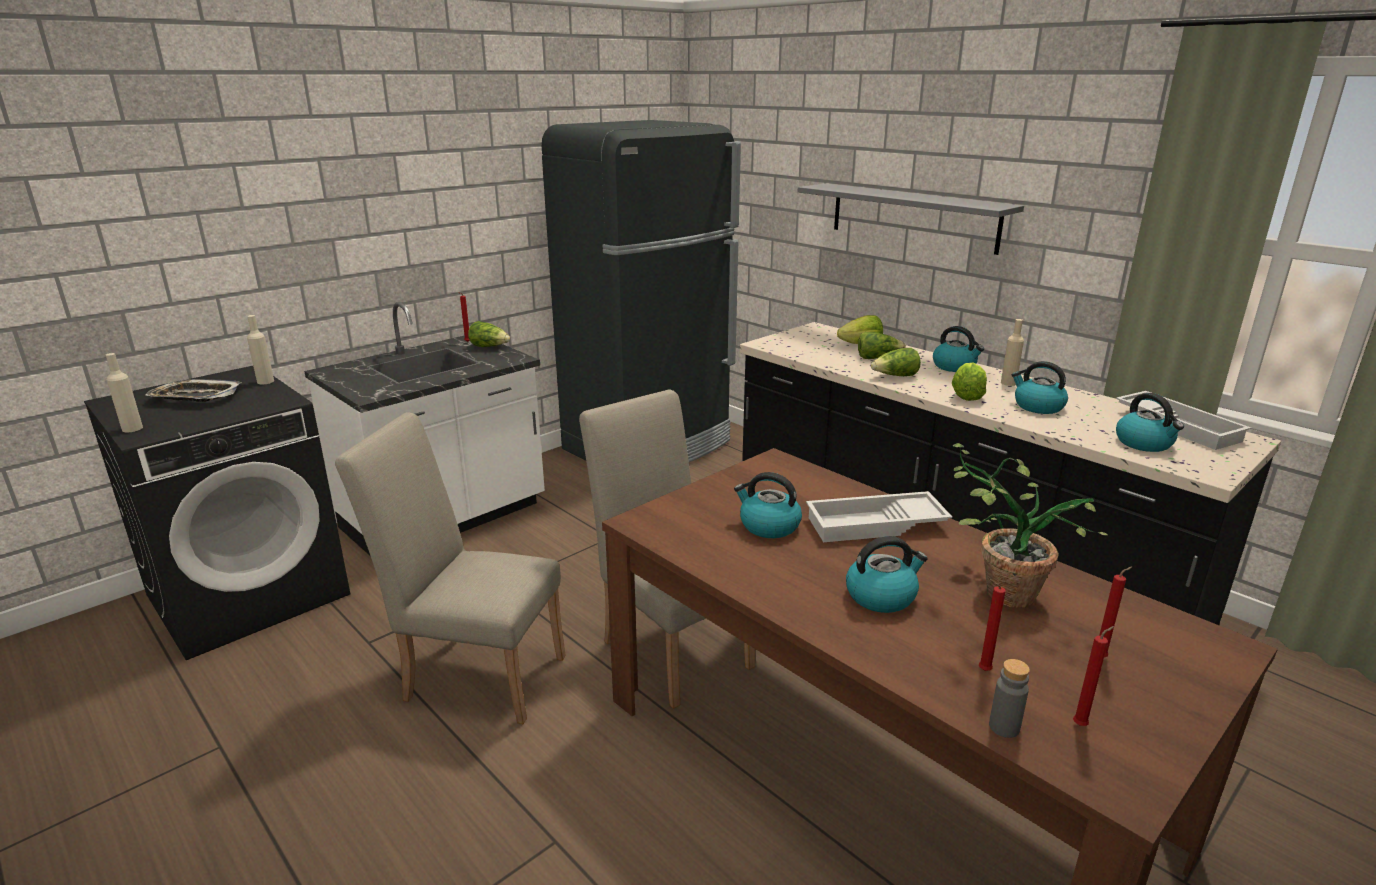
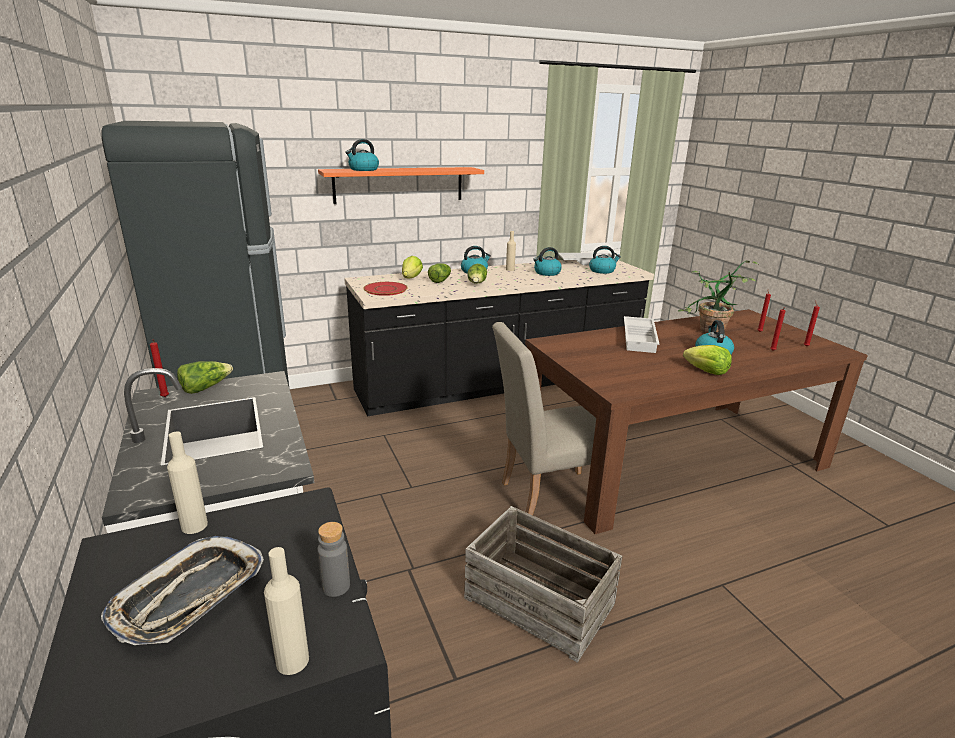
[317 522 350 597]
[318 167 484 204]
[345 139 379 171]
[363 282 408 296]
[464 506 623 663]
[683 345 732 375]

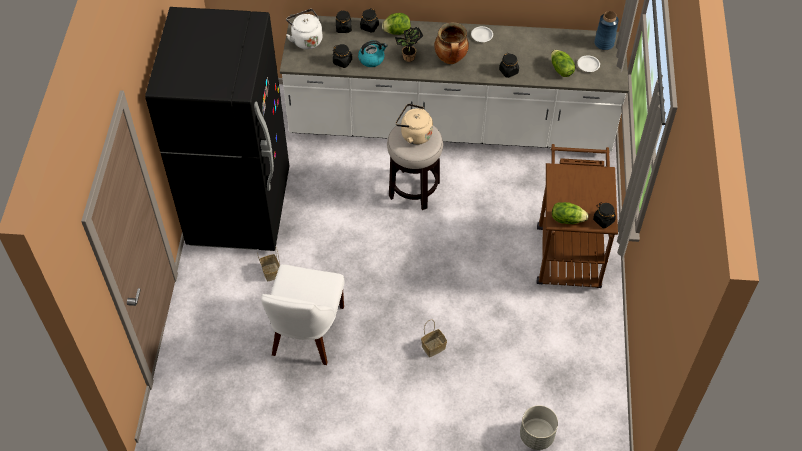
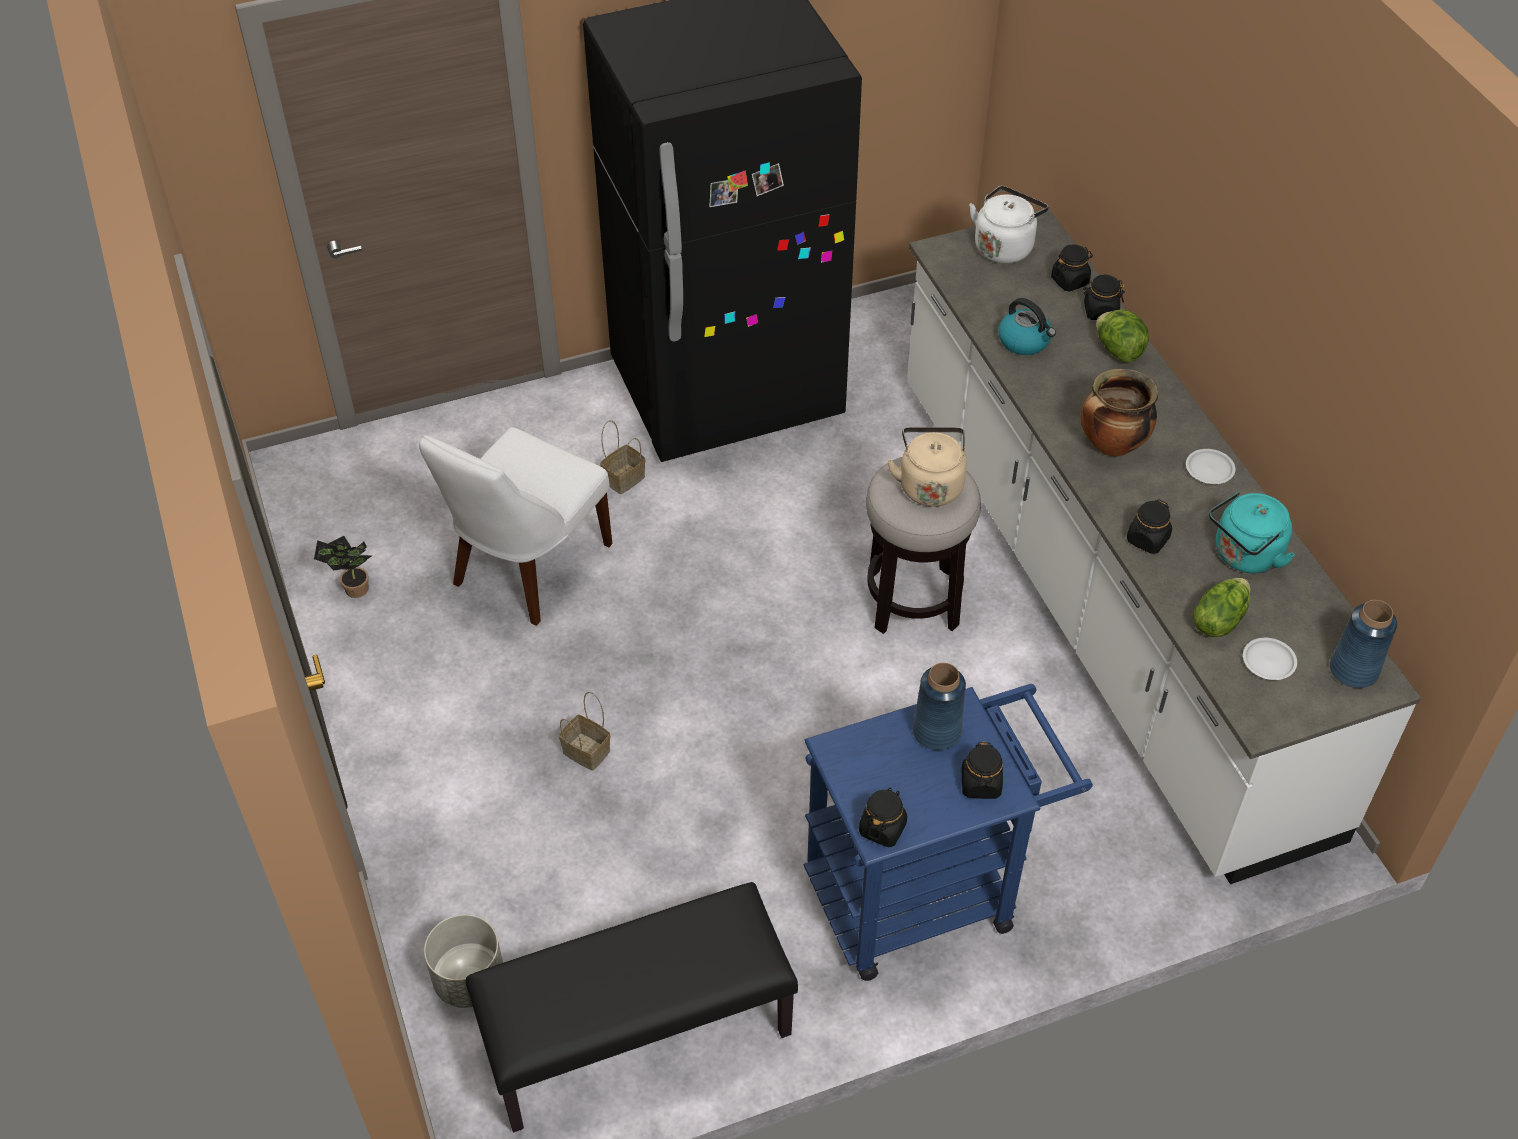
[314 536 373 598]
[419 427 612 626]
[466 882 798 1132]
[804 684 1093 981]
[913 663 966 750]
[962 742 1003 799]
[1209 492 1295 573]
[552 202 589 224] (first image)

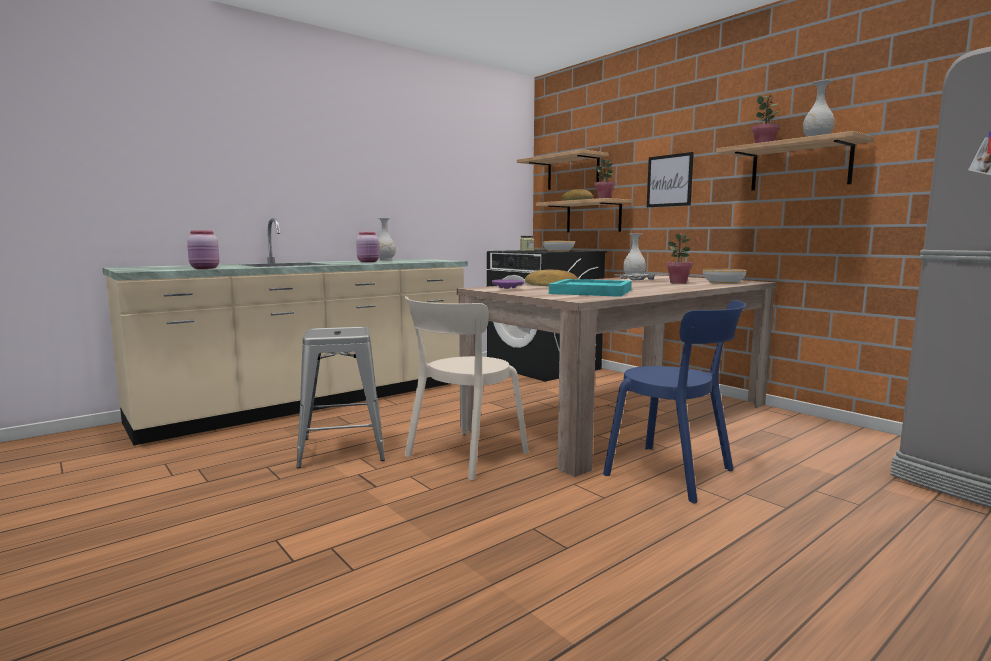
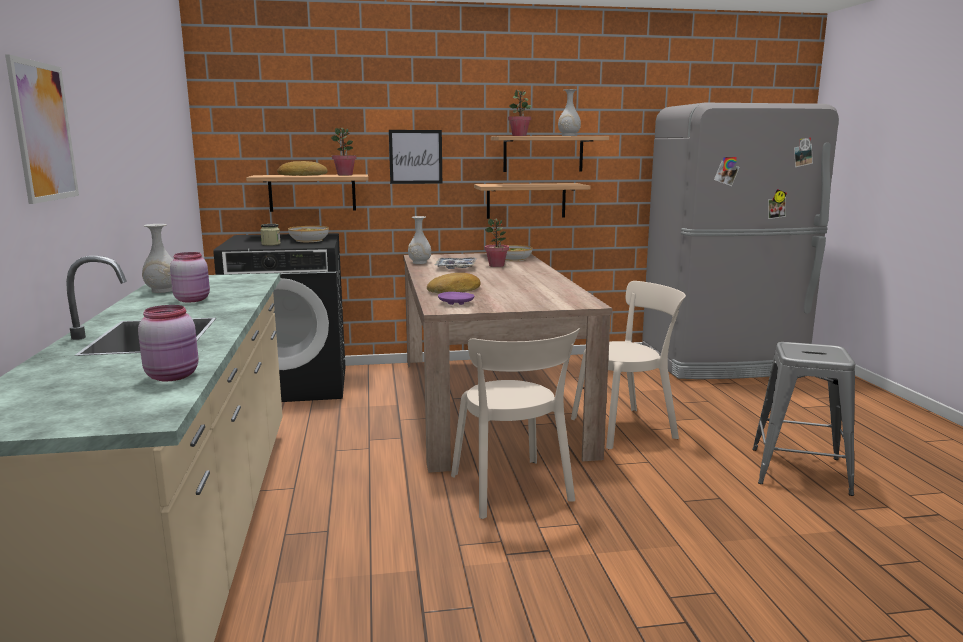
[5 54 79 204]
[474 183 591 219]
[571 281 686 449]
[752 342 855 496]
[549 279 632 297] (first image)

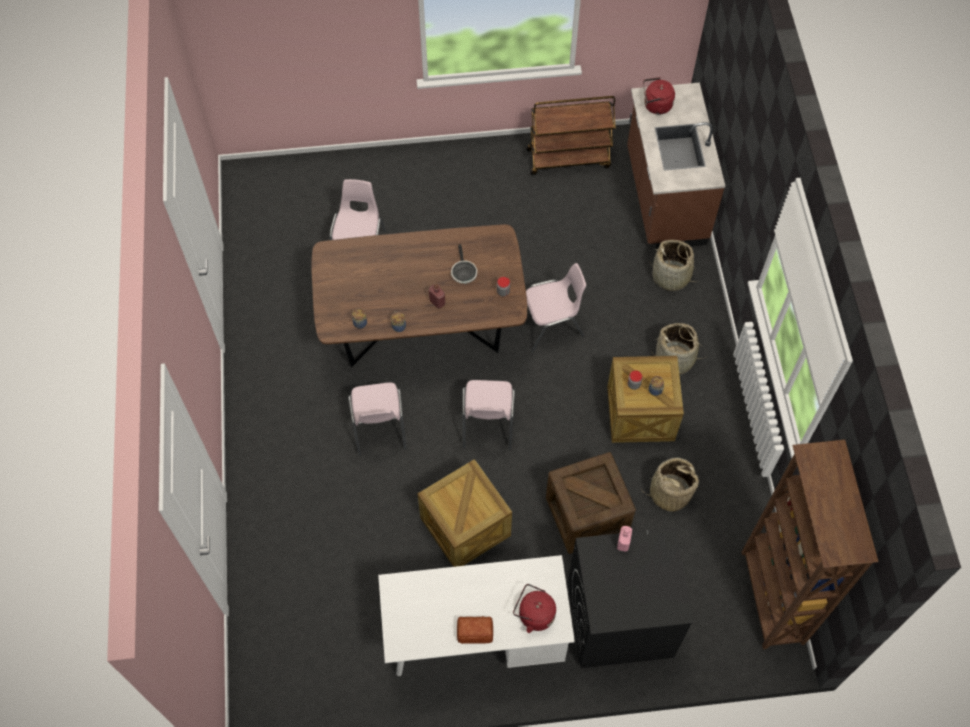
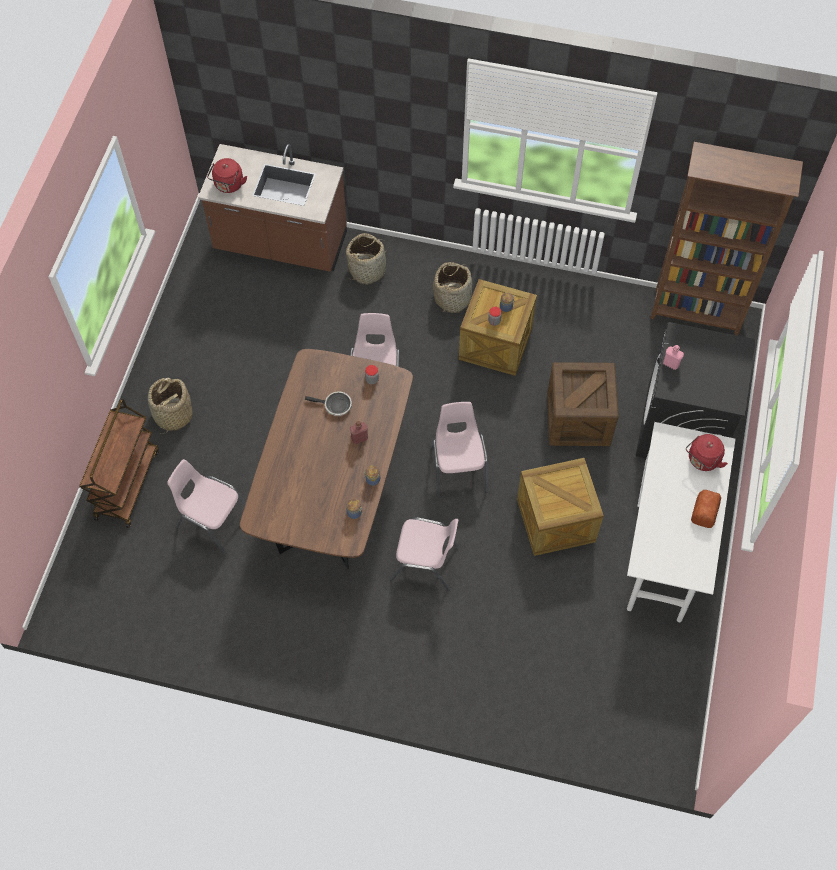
[79 399 159 528]
[148 378 193 434]
[431 402 488 498]

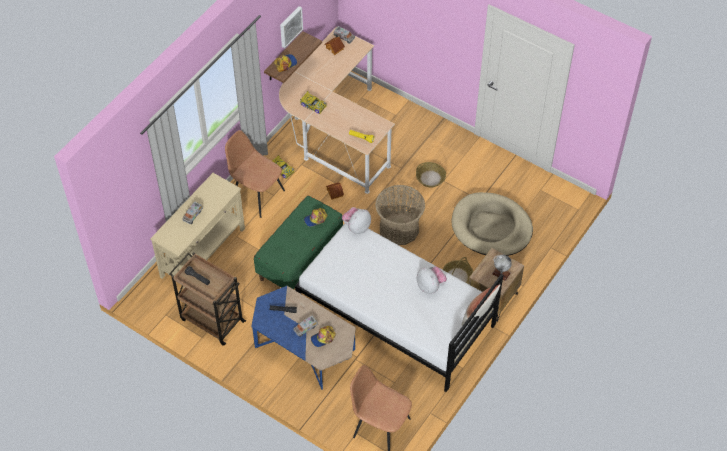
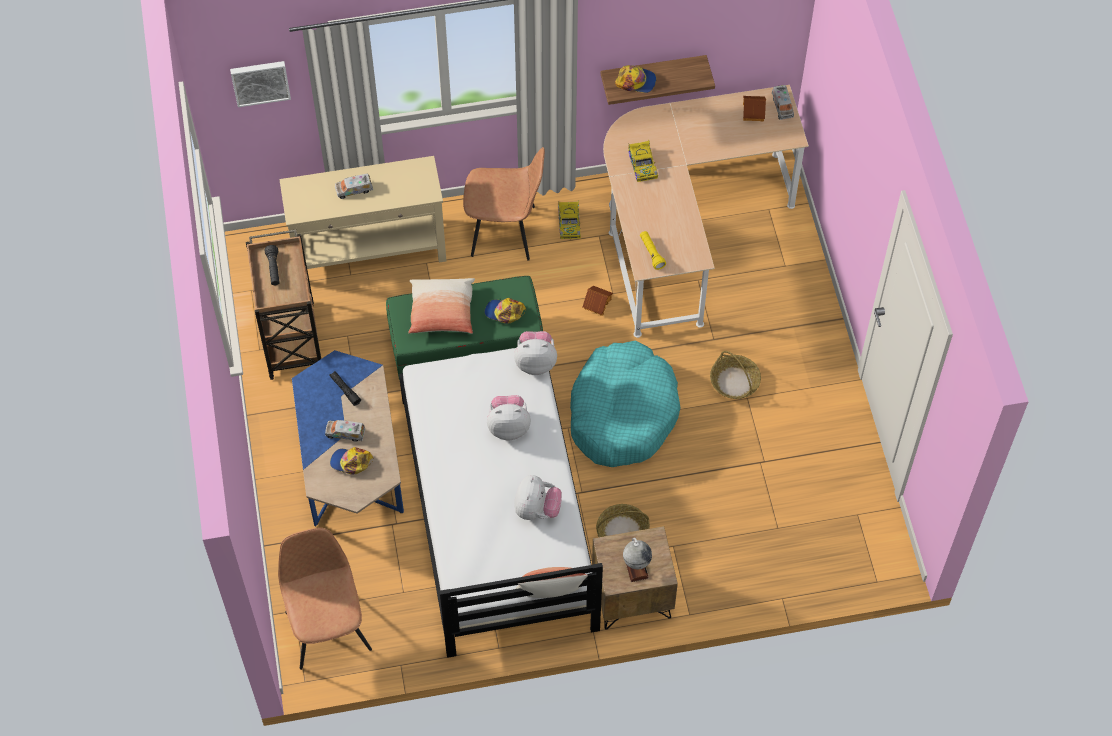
[230 61 291 107]
[408 278 475 334]
[463 147 545 260]
[487 395 531 440]
[570 341 681 467]
[452 192 533 256] (first image)

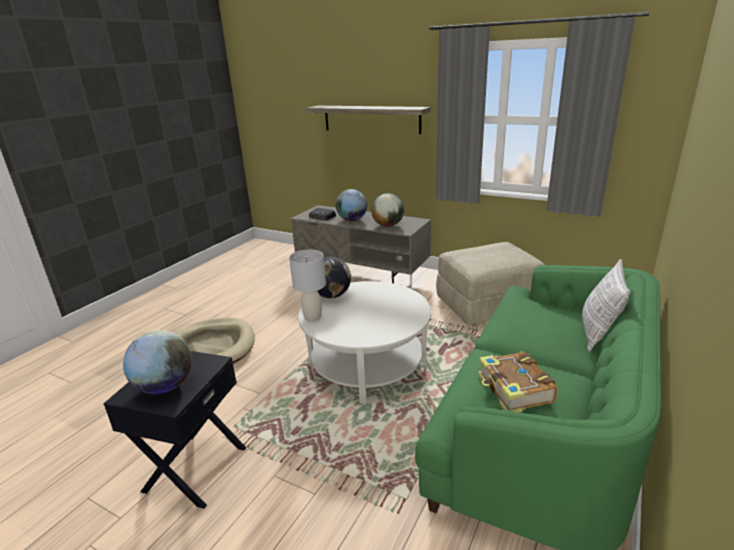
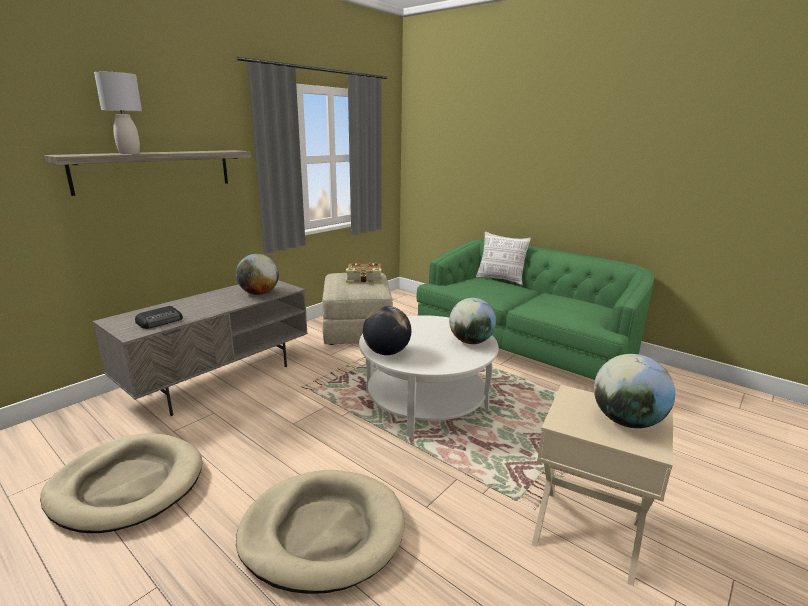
[40 433 203 533]
[94 72 142 154]
[346 263 381 283]
[449 298 496 344]
[532 385 673 586]

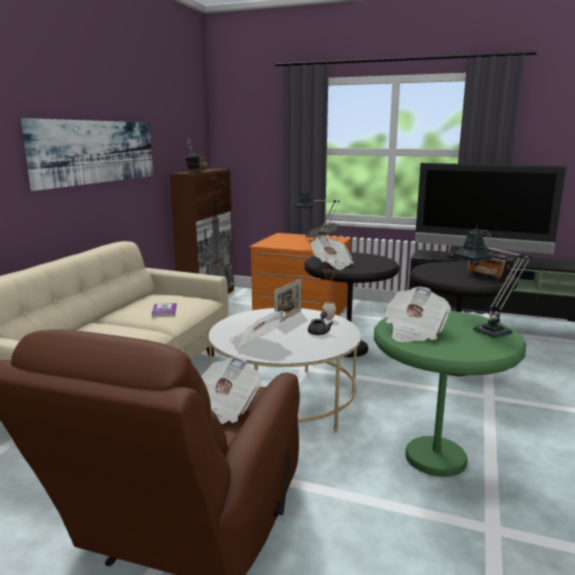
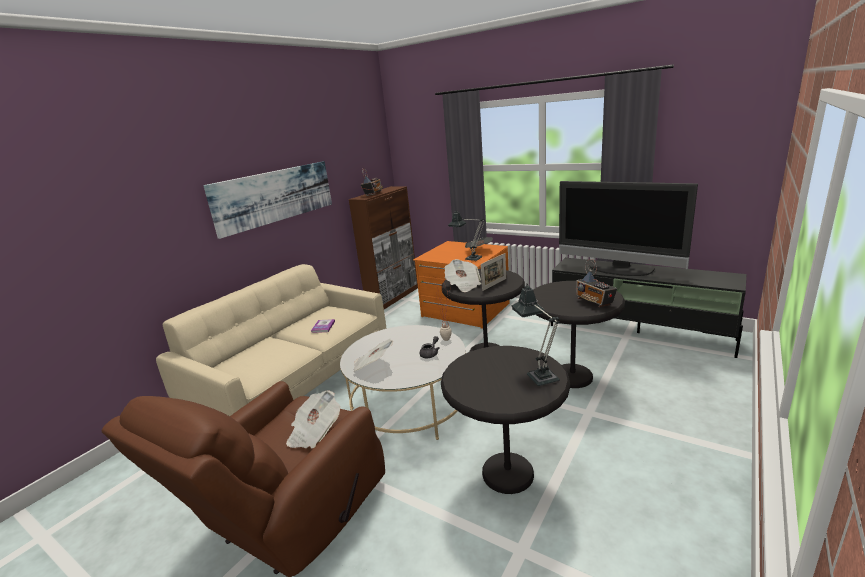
[441 346 570 494]
[481 253 506 291]
[385 287 451 342] (first image)

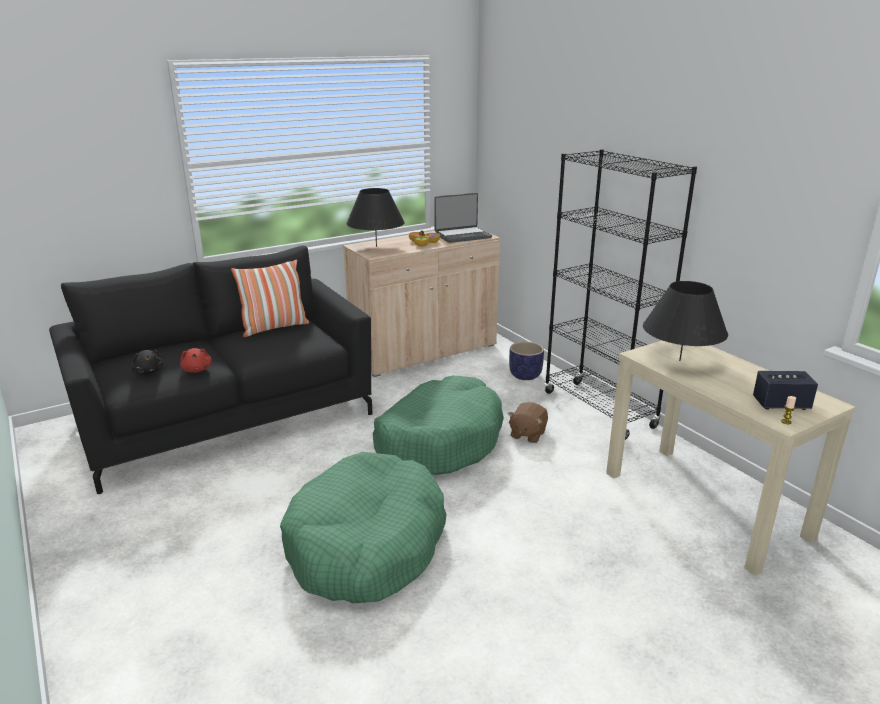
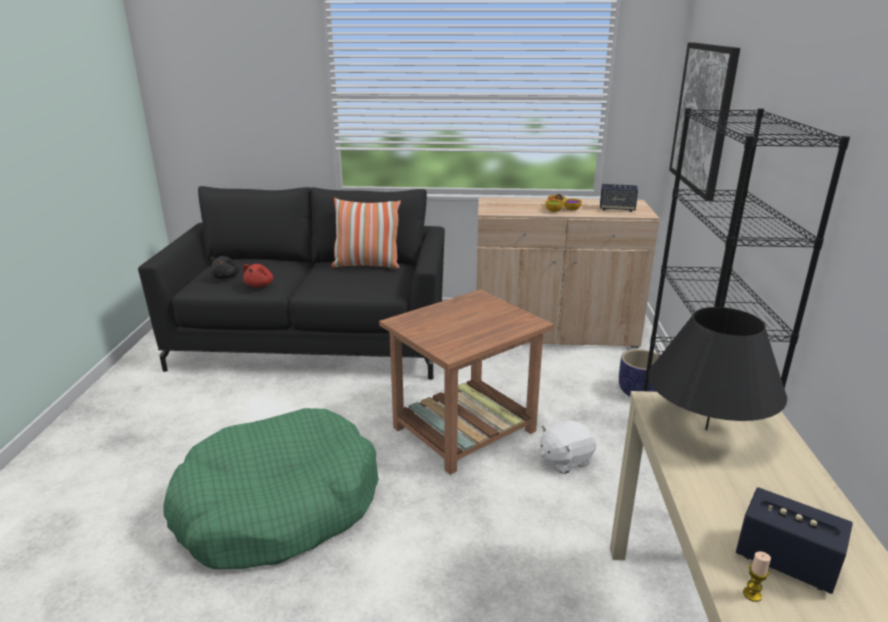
[379 290 554 475]
[540 420 597 474]
[600 184 638 212]
[669 42 740 201]
[346 188 405 247] (first image)

